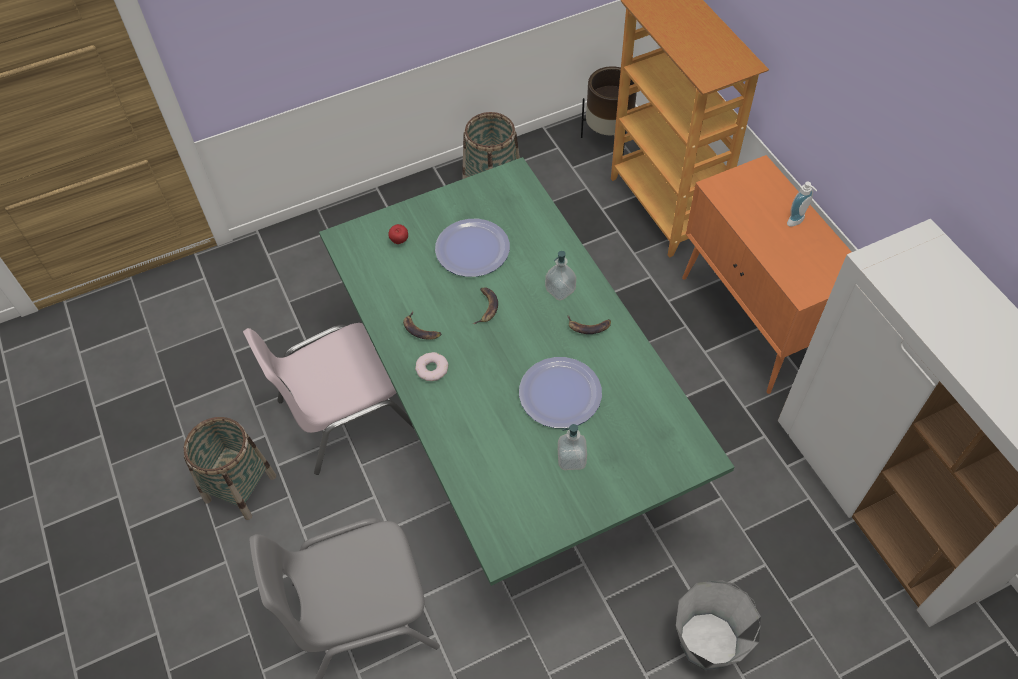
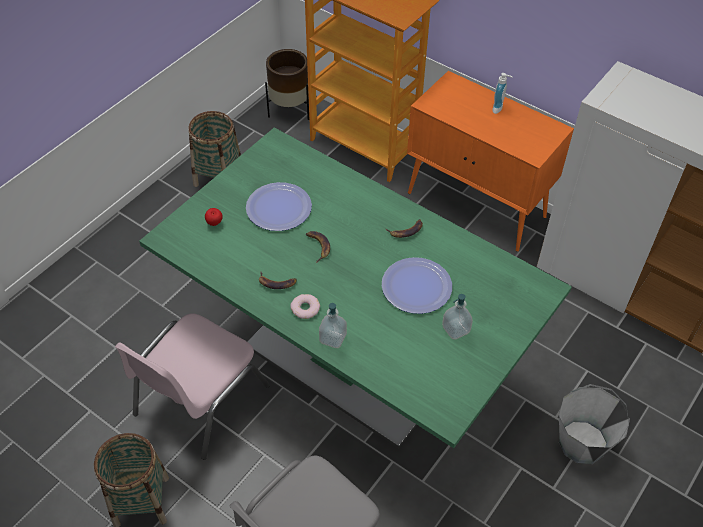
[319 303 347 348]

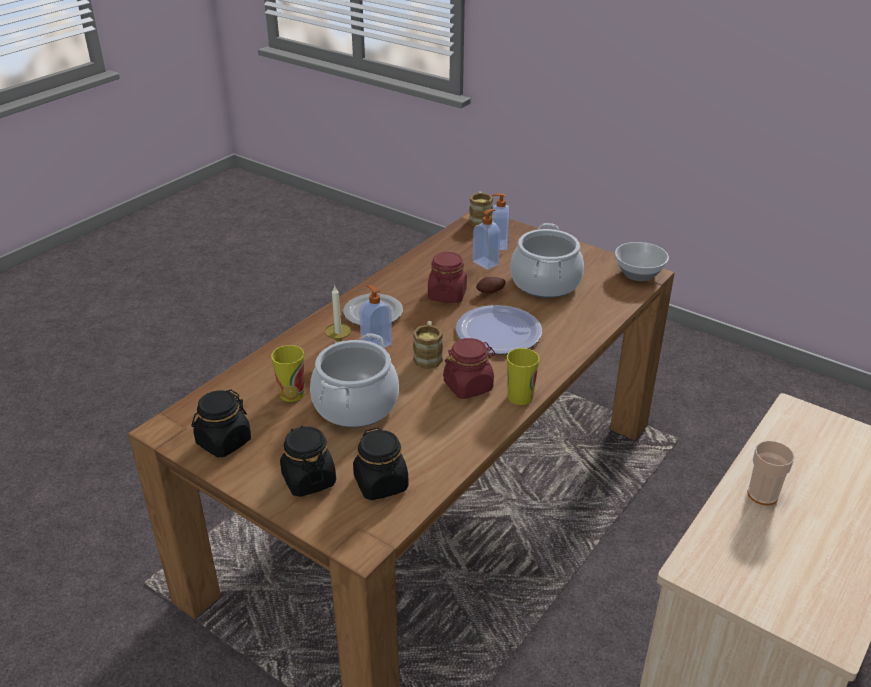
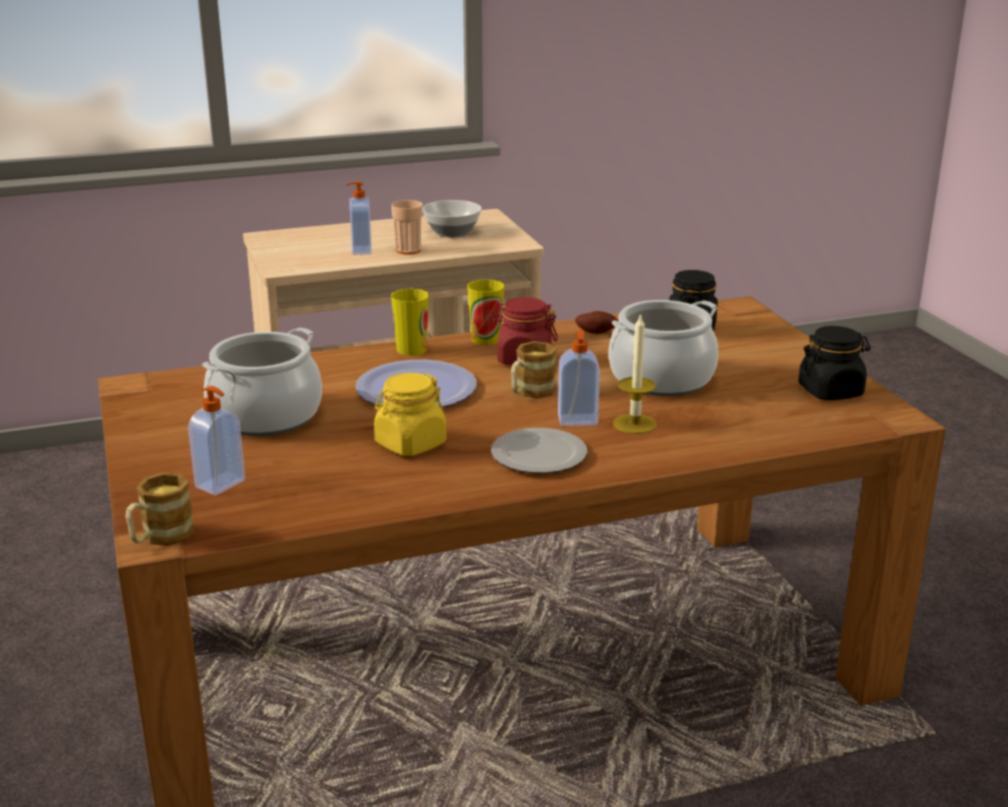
[346 181 372 255]
[374 373 446 456]
[391 289 429 356]
[423 200 482 237]
[575 311 618 334]
[280 426 336 497] (first image)

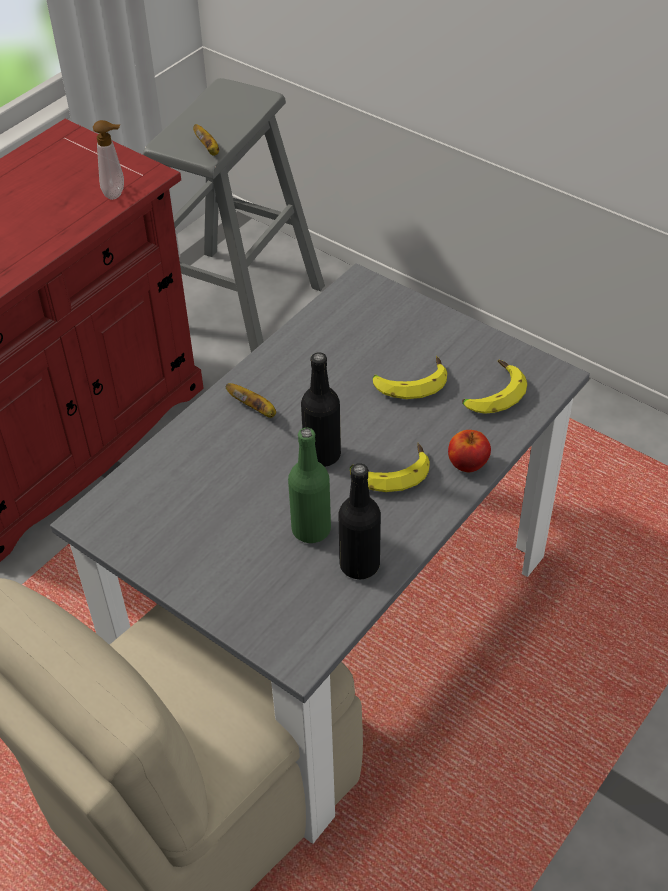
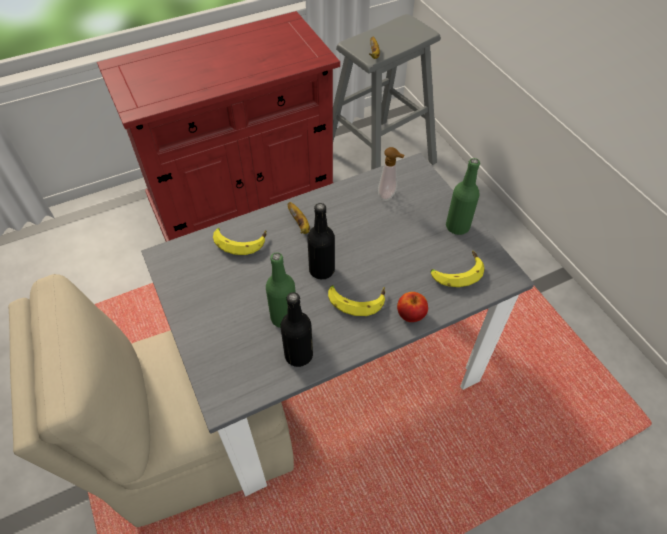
[213 228 267 255]
[378 147 405 201]
[446 158 480 235]

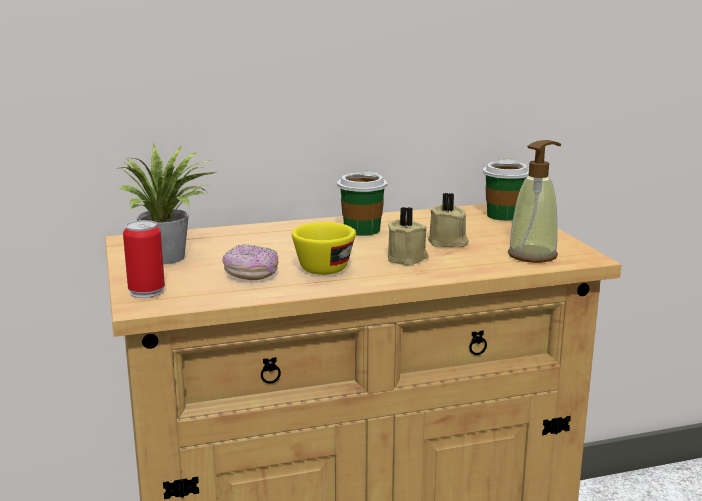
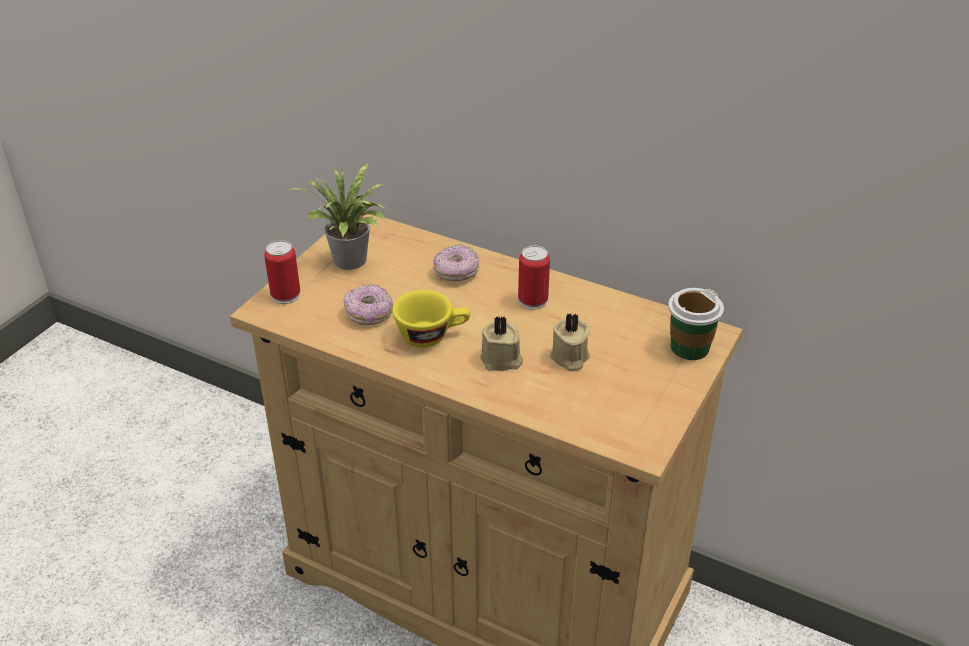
[433 244 479 281]
[518 245 550 310]
[508 140 561 263] (first image)

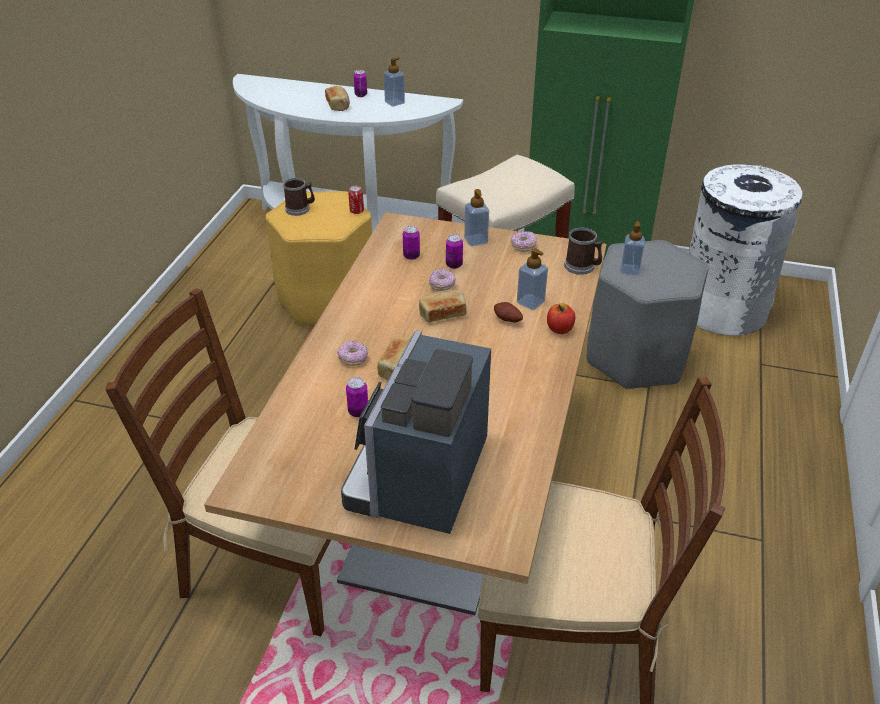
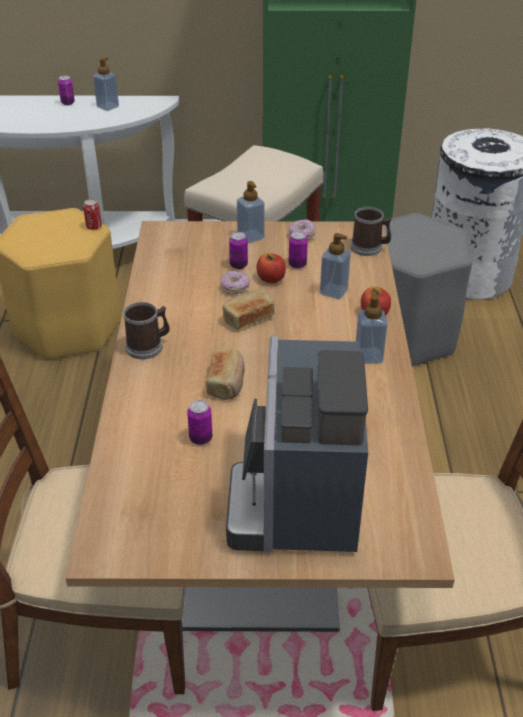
[123 302 170 359]
[256 253 286 283]
[289 231 308 269]
[356 291 388 364]
[325 85 350 111] (first image)
[337 340 368 366] (first image)
[494 302 523 323] (first image)

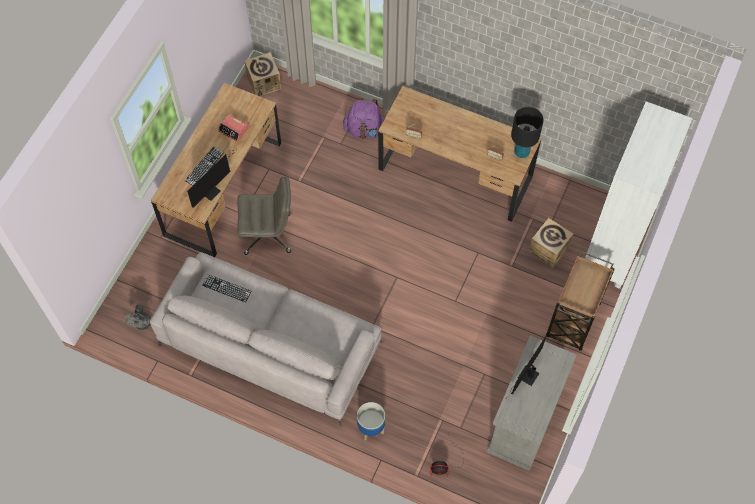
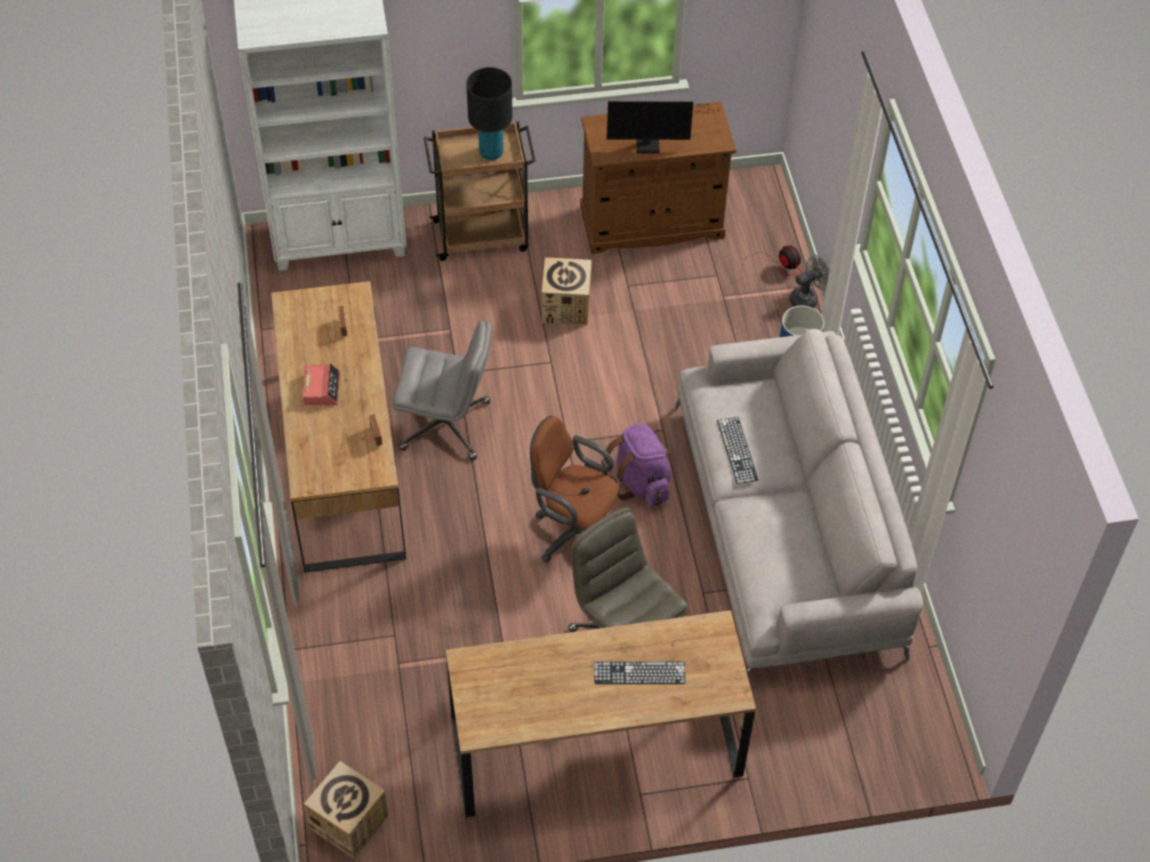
[302 363 340 405]
[393 321 491 460]
[466 67 512 160]
[530 416 619 563]
[542 257 592 325]
[580 102 736 254]
[601 423 671 506]
[717 417 758 484]
[790 255 830 308]
[187 148 237 208] (first image)

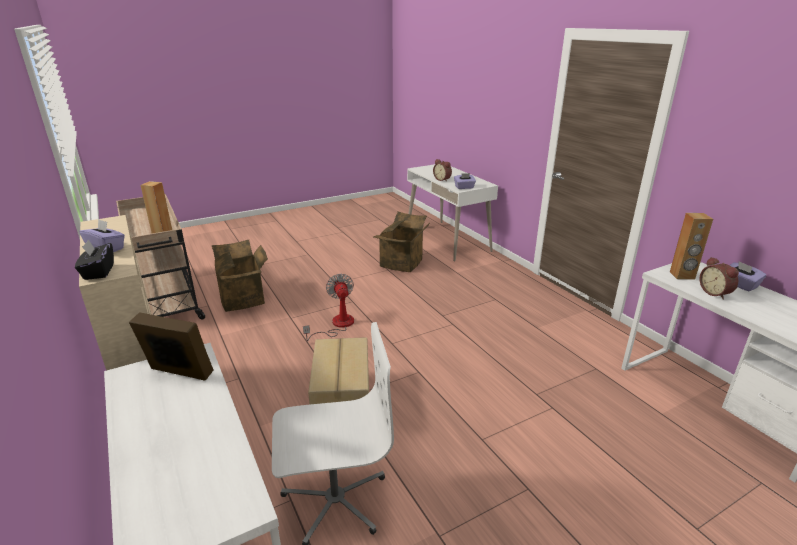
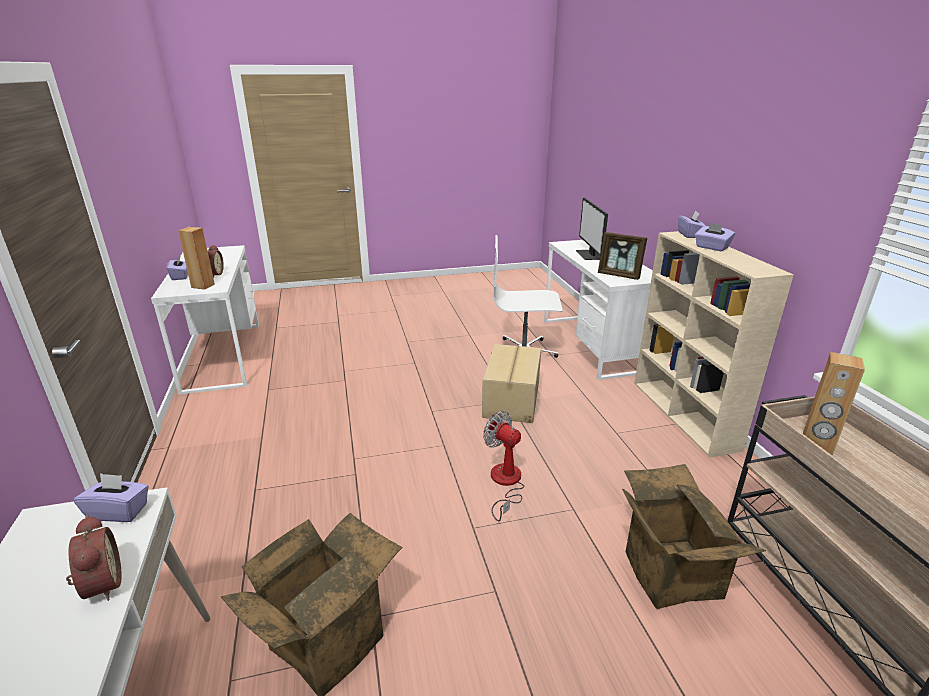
[483 411 524 522]
[576 197 608 260]
[678 211 706 238]

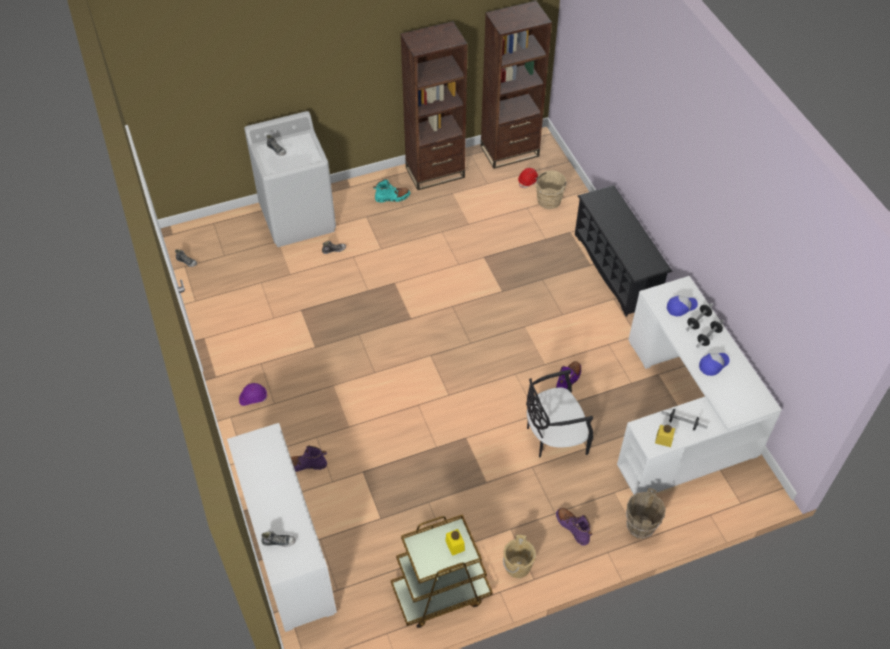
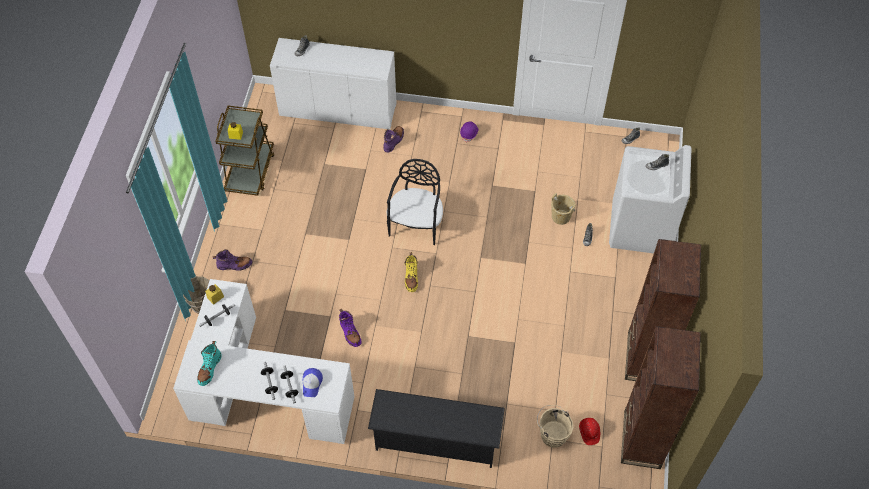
[197 341 222 386]
[387 159 443 245]
[404 252 418 292]
[551 193 576 225]
[699 353 730 376] (first image)

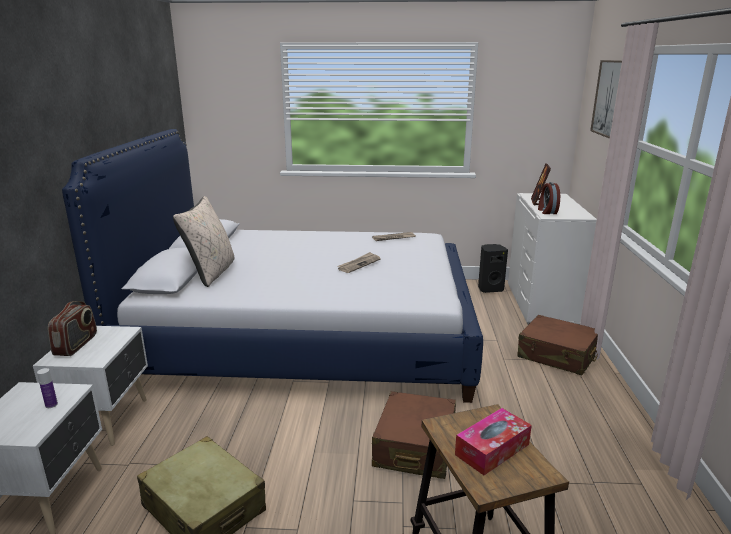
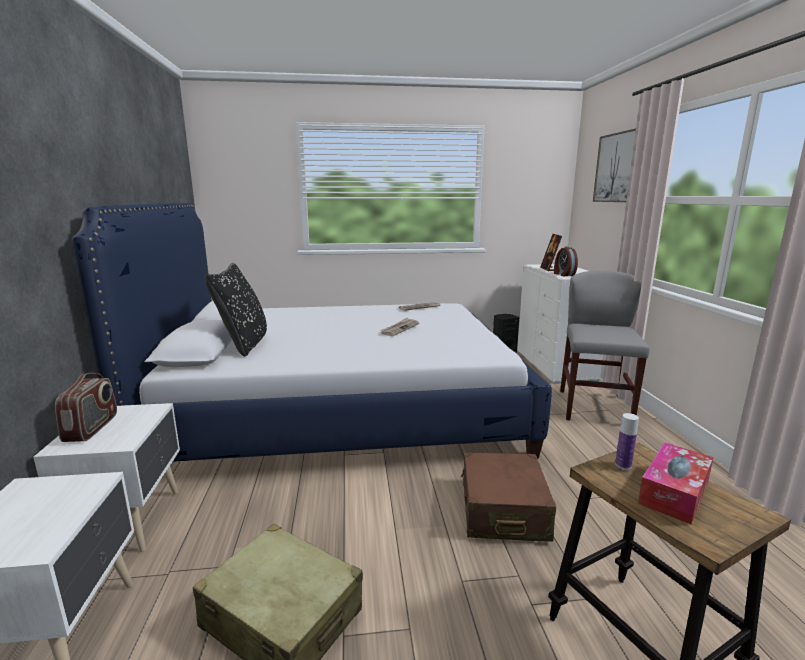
[205 263 267 356]
[560 270 650 420]
[615 413 639 470]

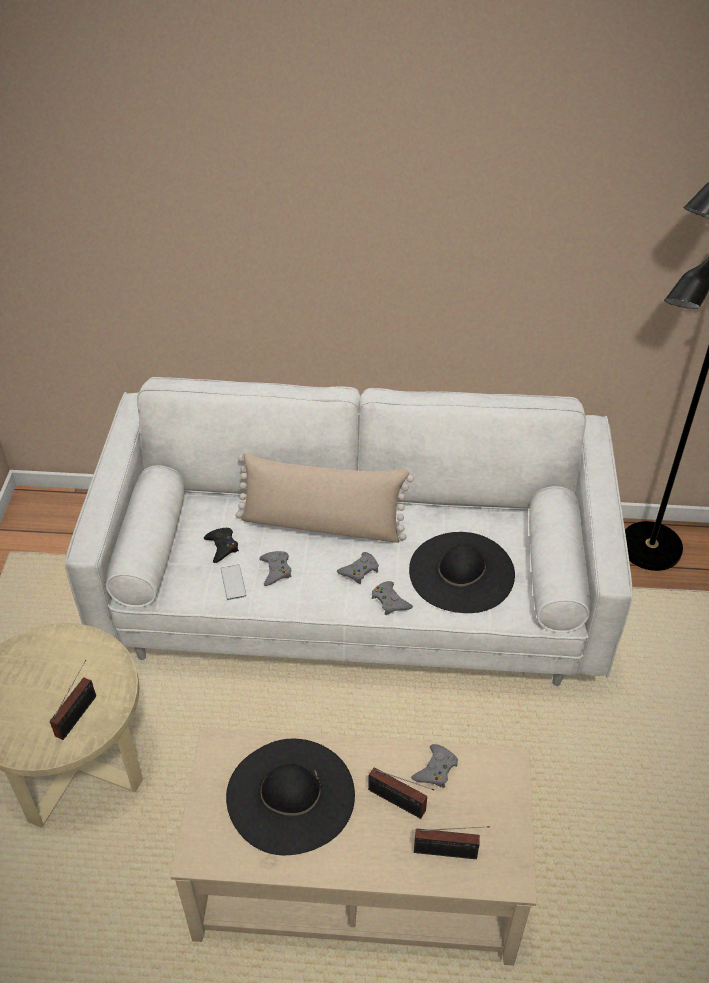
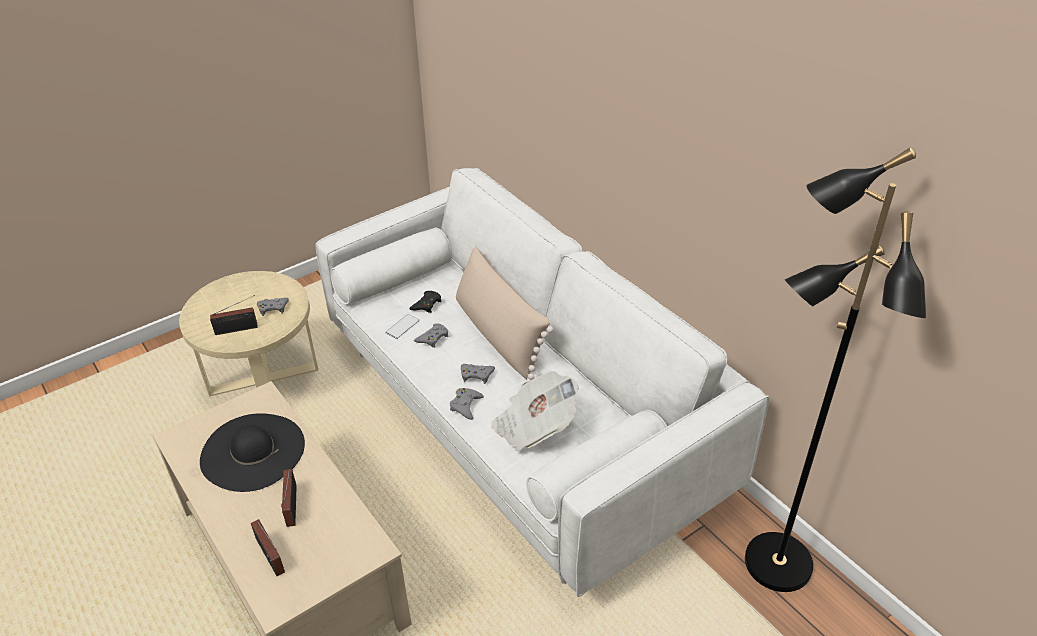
[257 298 289 316]
[491 371 579 452]

